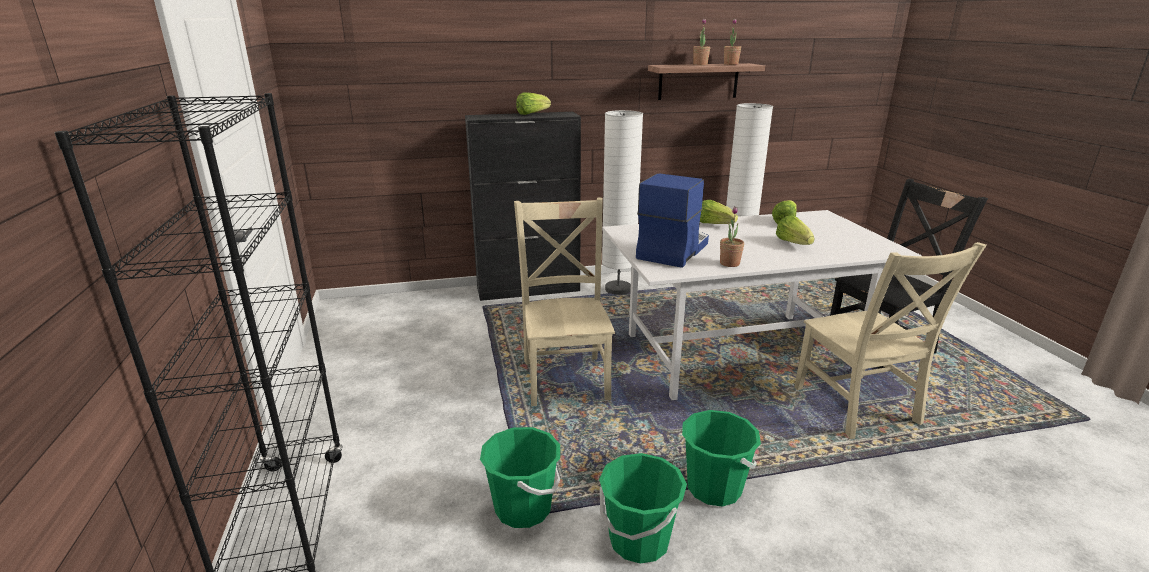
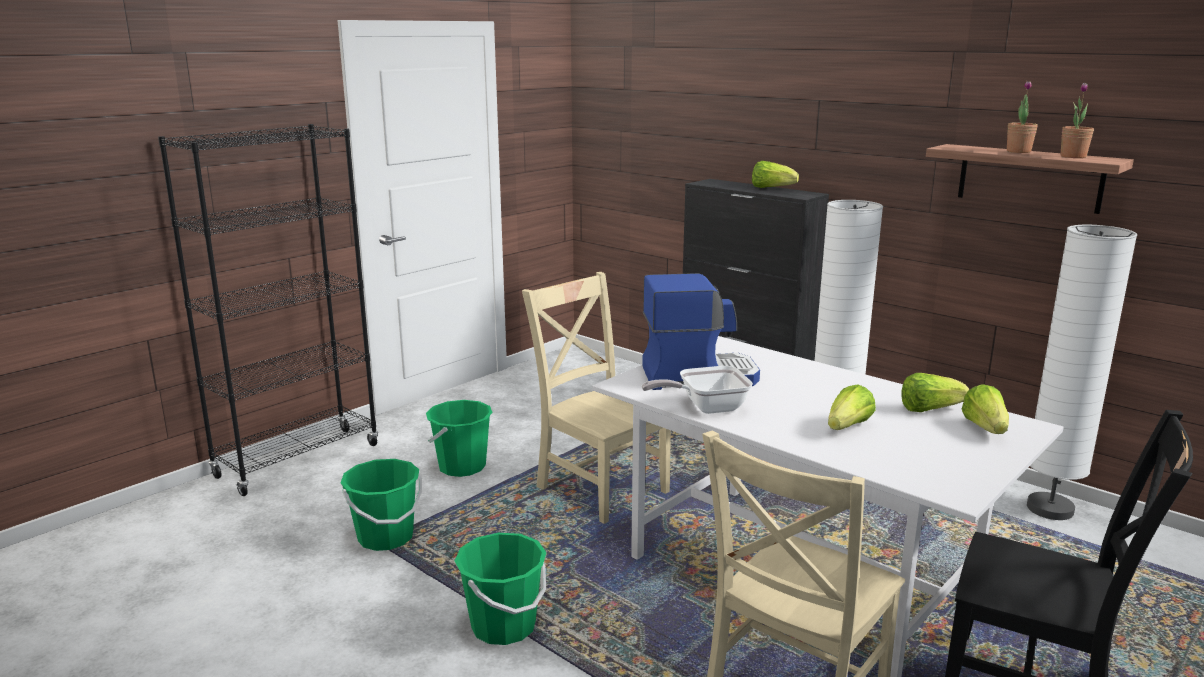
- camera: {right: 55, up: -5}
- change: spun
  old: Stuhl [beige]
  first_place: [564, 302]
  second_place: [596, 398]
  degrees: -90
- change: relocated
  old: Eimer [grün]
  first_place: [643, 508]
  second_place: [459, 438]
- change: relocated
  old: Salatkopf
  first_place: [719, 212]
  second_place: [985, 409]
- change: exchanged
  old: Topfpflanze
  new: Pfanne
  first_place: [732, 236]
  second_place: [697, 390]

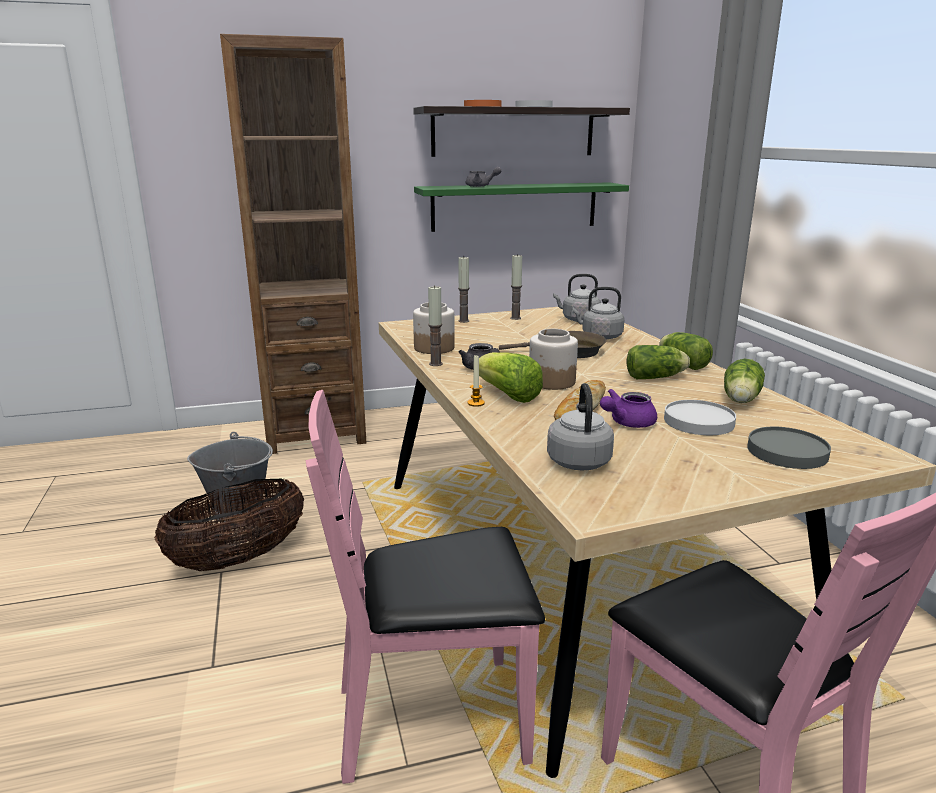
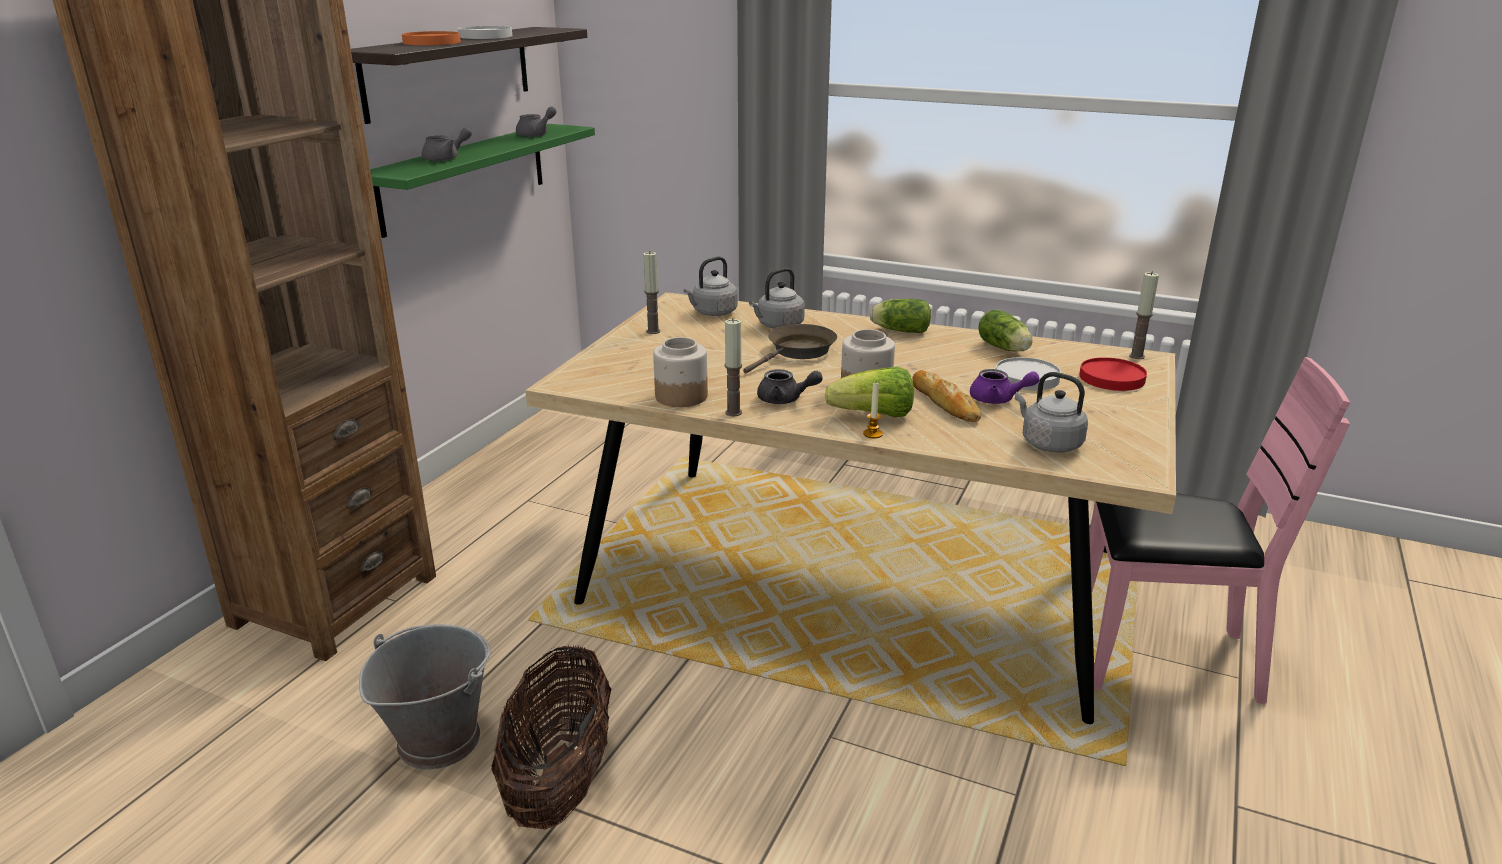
- camera: {right: -50, up: 5}
- change: missing
  old: Stuhl [rosa]
  first_place: [425, 587]
- change: relocated
  old: Kerze
  first_place: [464, 290]
  second_place: [1144, 315]
- change: spun
  old: Teekanne [lila]
  first_place: [628, 408]
  second_place: [1005, 386]
  degrees: -75
- change: missing
  old: Salatkopf
  first_place: [658, 362]
- change: colour
  old: Teller [grau]
  new: Teller [rot]
  first_place: [789, 448]
  second_place: [1113, 374]
- change: appeared
  new: Teekanne [grau]
  second_place: [536, 121]

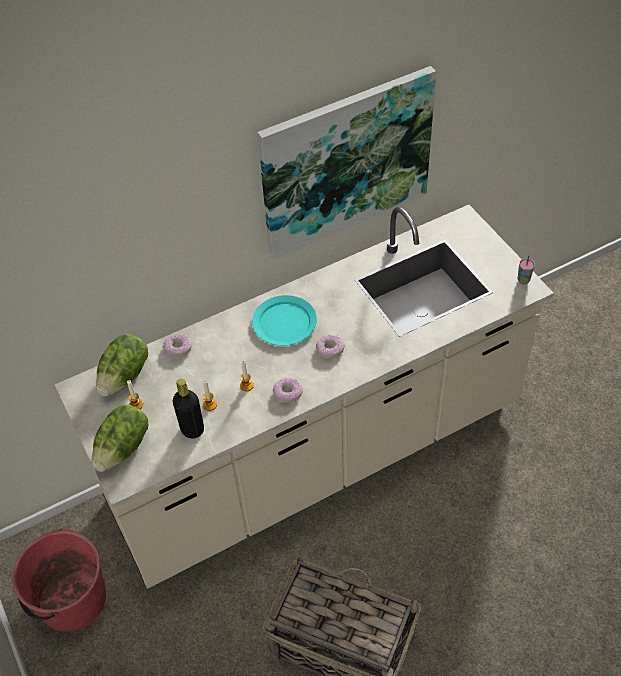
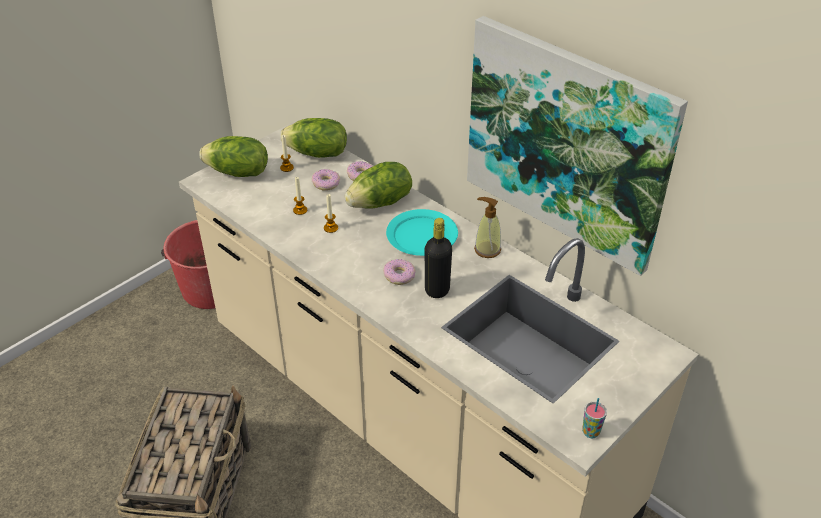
- camera: {right: 70, up: -10}
- change: relocated
  old: Flasche [schwarz]
  first_place: [188, 408]
  second_place: [438, 258]
- change: relocated
  old: Donut
  first_place: [288, 390]
  second_place: [326, 180]
- change: appeared
  new: Salatkopf
  second_place: [378, 185]
- change: appeared
  new: Seifenspender
  second_place: [487, 227]

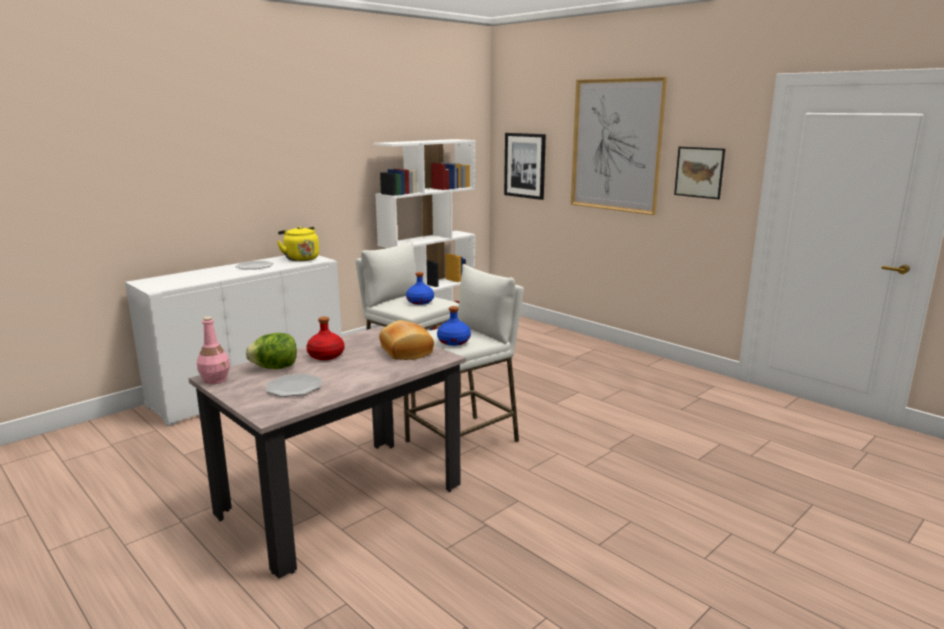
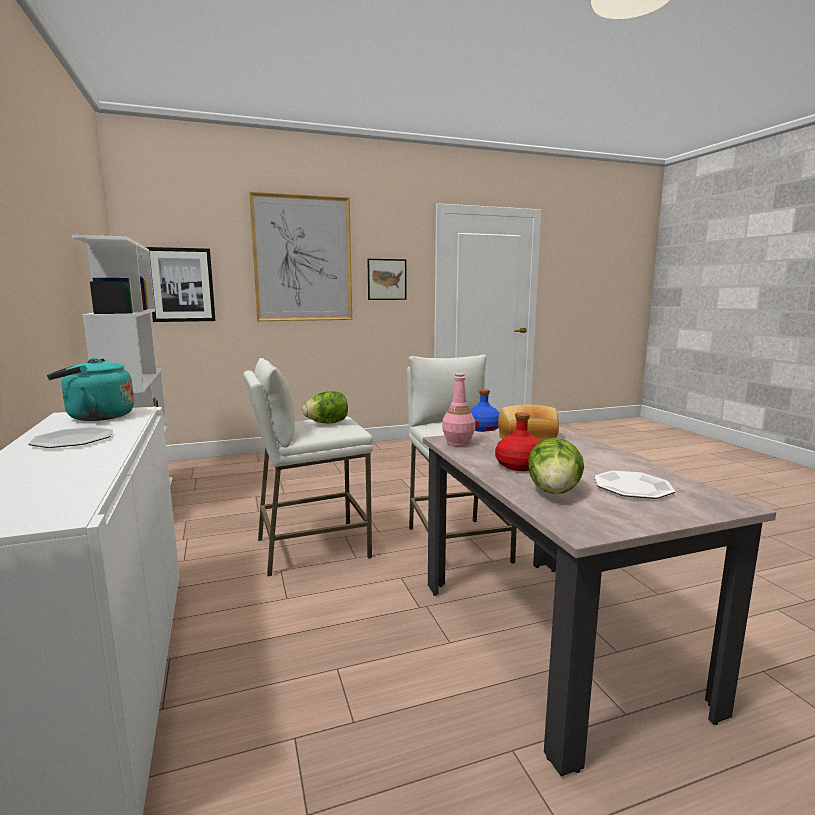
- camera: {right: -65, up: -5}
- change: relocated
  old: Flasche [rosa]
  first_place: [213, 350]
  second_place: [458, 409]
- change: colour
  old: Wasserkessel [gelb]
  new: Wasserkessel [türkis]
  first_place: [298, 243]
  second_place: [90, 389]
- change: exchanged
  old: Flasche [blau]
  new: Salatkopf
  first_place: [420, 288]
  second_place: [325, 407]

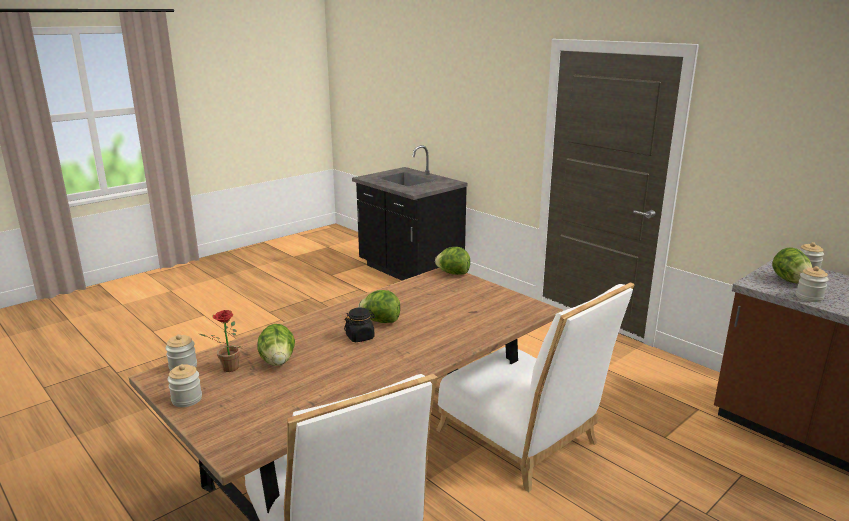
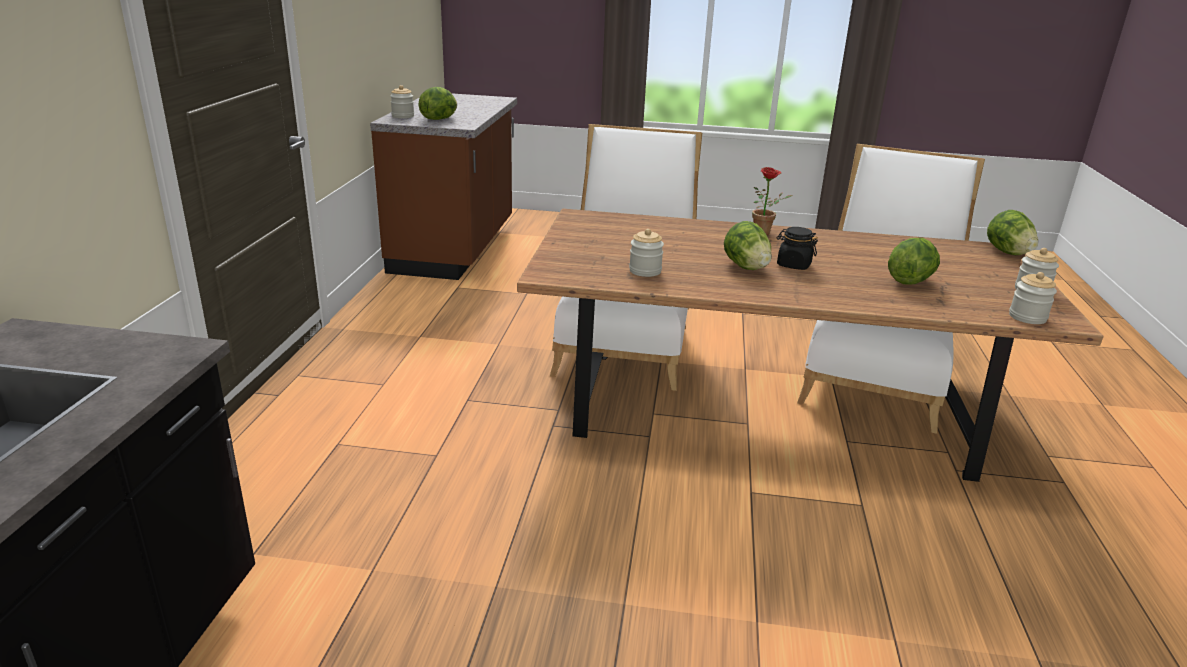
- camera: {right: -130, up: 5}
- change: relocated
  old: Topfpflanze
  first_place: [220, 341]
  second_place: [772, 201]
- change: relocated
  old: Salatkopf
  first_place: [452, 261]
  second_place: [1012, 232]
- change: relocated
  old: Vorratsglas
  first_place: [812, 284]
  second_place: [646, 253]

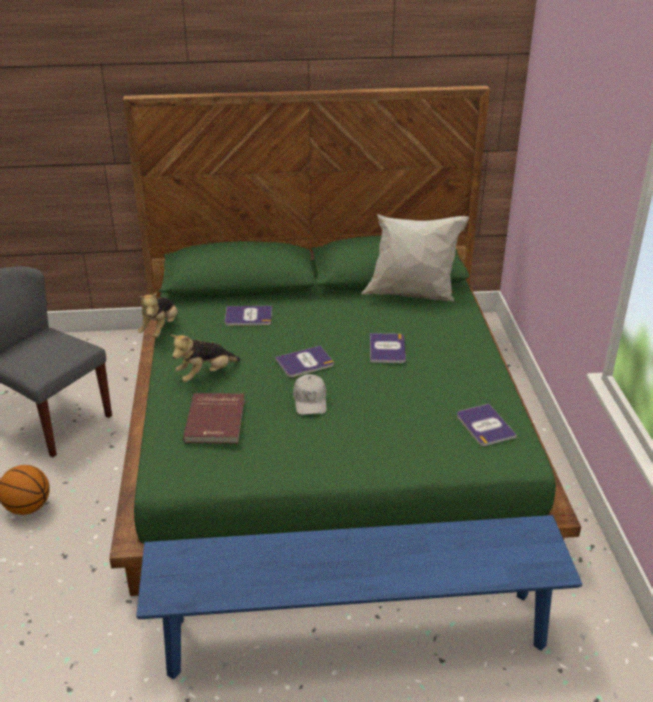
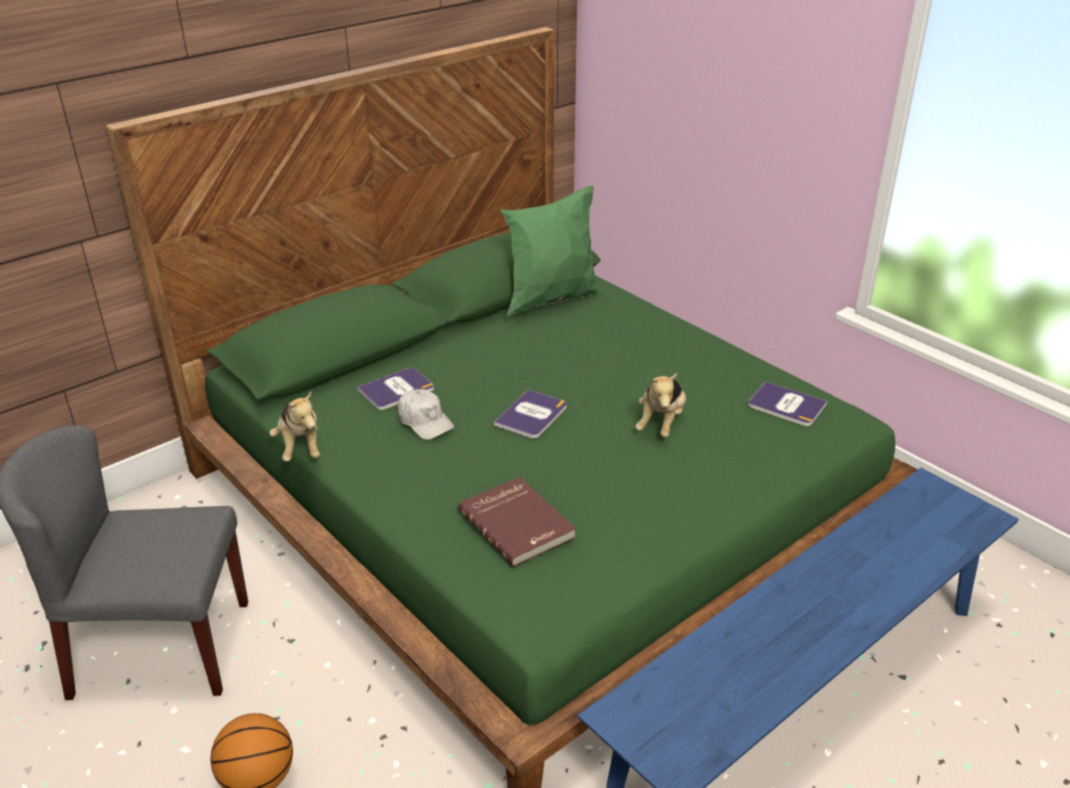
- camera: {right: -35, up: 0}
- change: relocated
  old: Plüschtier
  first_place: [205, 358]
  second_place: [660, 405]
- change: relocated
  old: Kappe [weiß]
  first_place: [310, 394]
  second_place: [425, 414]
- change: colour
  old: Kissen [weiß]
  new: Kissen [grün]
  first_place: [415, 257]
  second_place: [550, 251]
- change: missing
  old: Buch
  first_place: [388, 348]

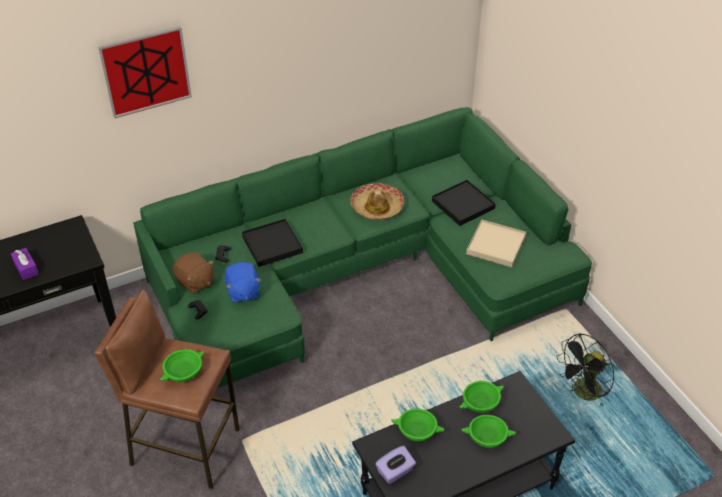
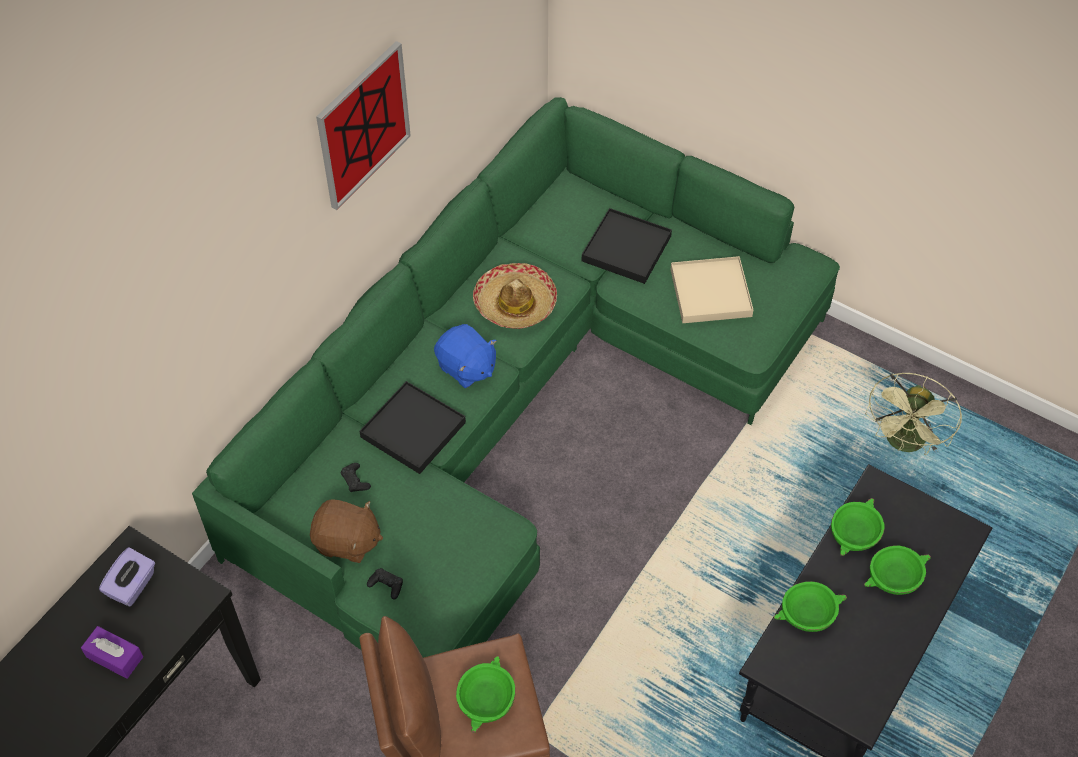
- camera: {right: -30, up: 10}
- change: relocated
  old: Bild
  first_place: [145, 72]
  second_place: [363, 125]
- change: relocated
  old: Plüschtier [blau]
  first_place: [242, 282]
  second_place: [465, 356]
- change: relocated
  old: Taschentuchbox [lila]
  first_place: [395, 465]
  second_place: [127, 576]
- change: colour
  old: Ventilator [schwarz]
  new: Ventilator [grün]
  first_place: [585, 369]
  second_place: [913, 414]

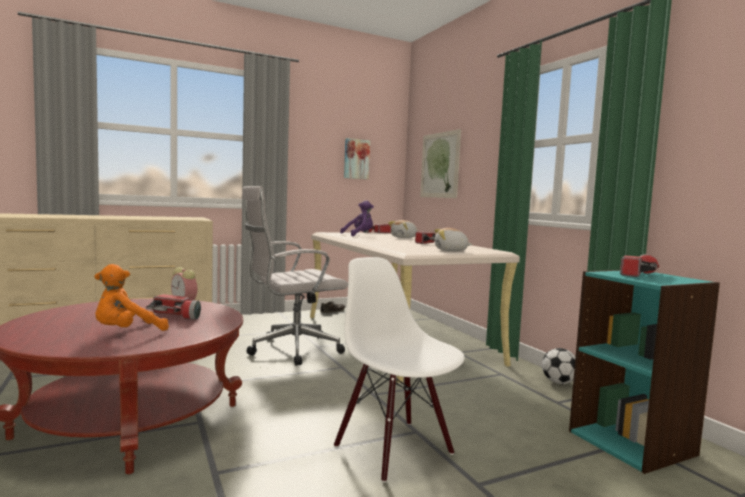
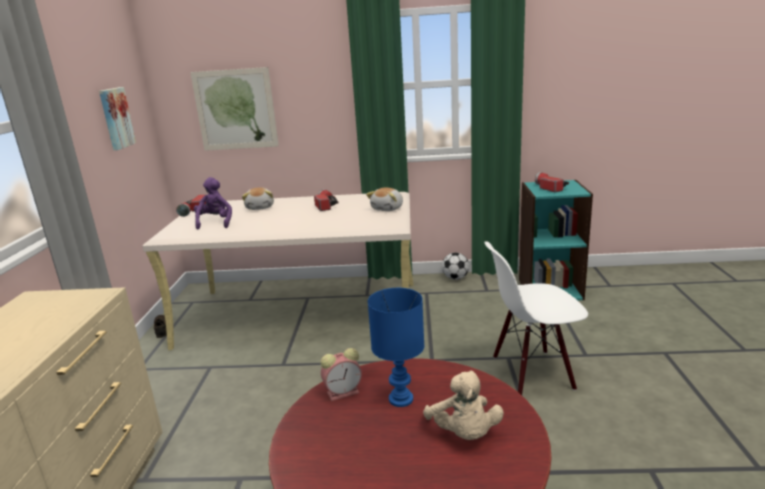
- camera: {right: -60, up: 15}
- change: colour
  old: Plüschtier [orange]
  new: Plüschtier [beige]
  first_place: [132, 297]
  second_place: [463, 405]
- change: exchanged
  old: Taschenlampe
  new: Tischlampe [blau]
  first_place: [173, 306]
  second_place: [396, 347]
- change: missing
  old: Bürostuhl [weiß]
  first_place: [295, 276]

